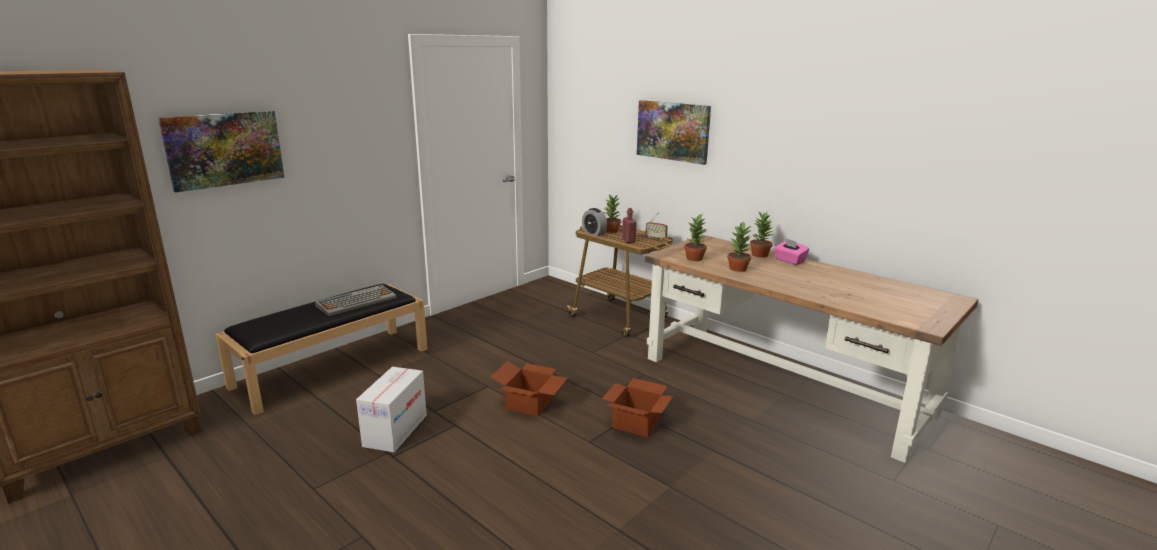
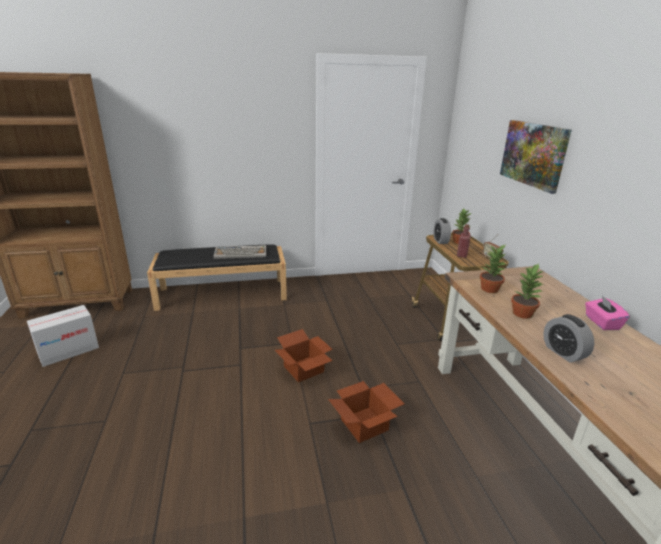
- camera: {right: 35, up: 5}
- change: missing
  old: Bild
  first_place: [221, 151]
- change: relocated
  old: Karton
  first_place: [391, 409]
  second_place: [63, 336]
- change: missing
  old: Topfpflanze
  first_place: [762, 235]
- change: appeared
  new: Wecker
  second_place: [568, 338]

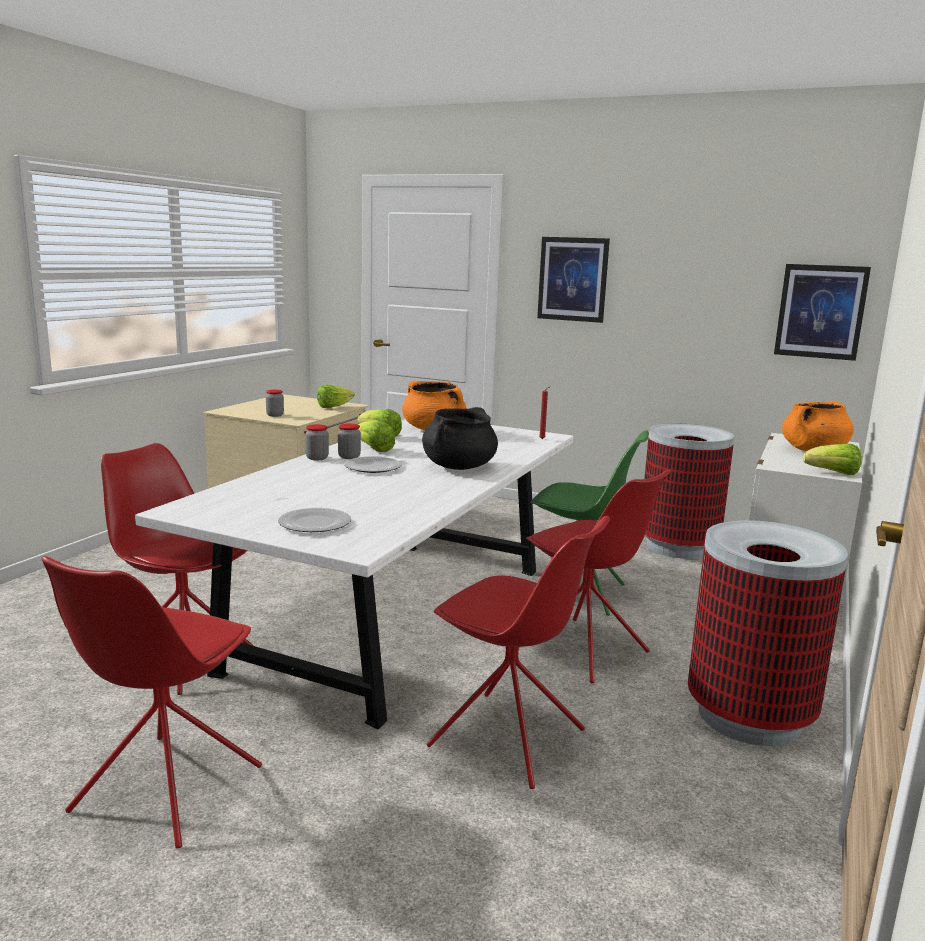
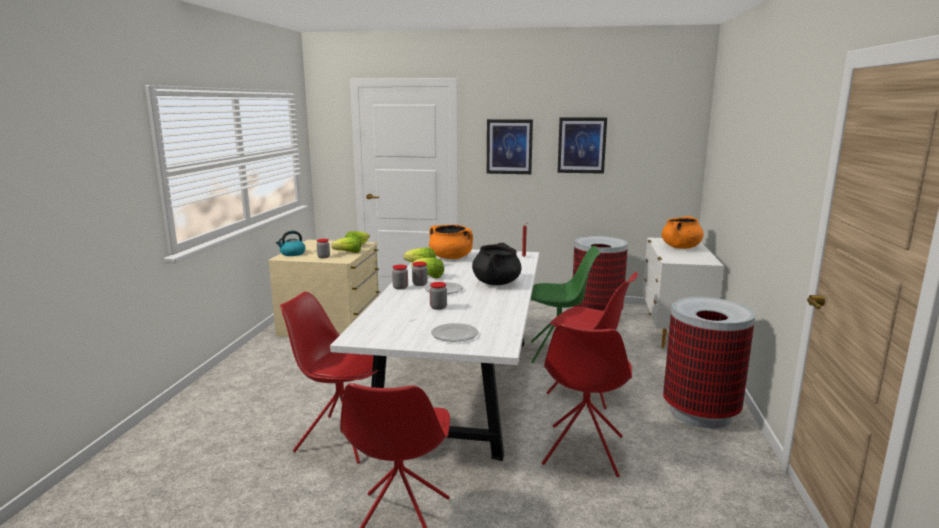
- camera: {right: -15, up: 0}
- change: spun
  old: Stuhl [rot]
  first_place: [518, 652]
  second_place: [587, 400]
  degrees: 90
- change: relocated
  old: Bild
  first_place: [822, 312]
  second_place: [582, 145]
- change: relocated
  old: Salatkopf
  first_place: [832, 459]
  second_place: [346, 244]
- change: appeared
  new: Wasserkessel
  second_place: [291, 243]
- change: appeared
  new: Vorratsglas
  second_place: [438, 296]

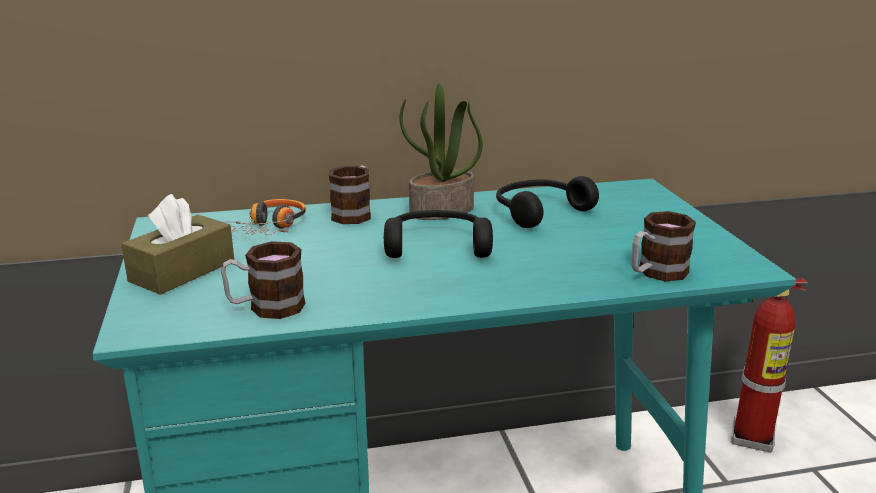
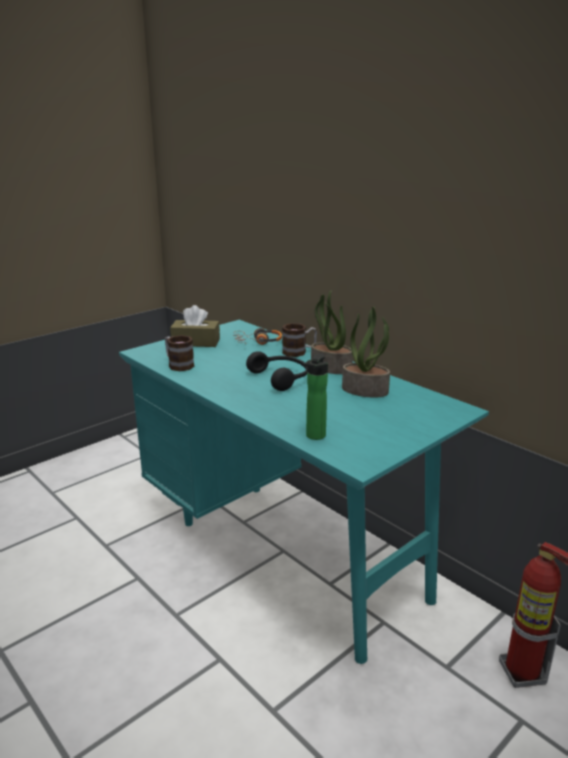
- camera: {right: 60, up: 0}
- change: exchanged
  old: Kopfhörer [schwarz]
  new: Topfpflanze
  first_place: [547, 202]
  second_place: [366, 351]
- change: exchanged
  old: Henkelbecher
  new: Flasche
  first_place: [664, 246]
  second_place: [316, 396]

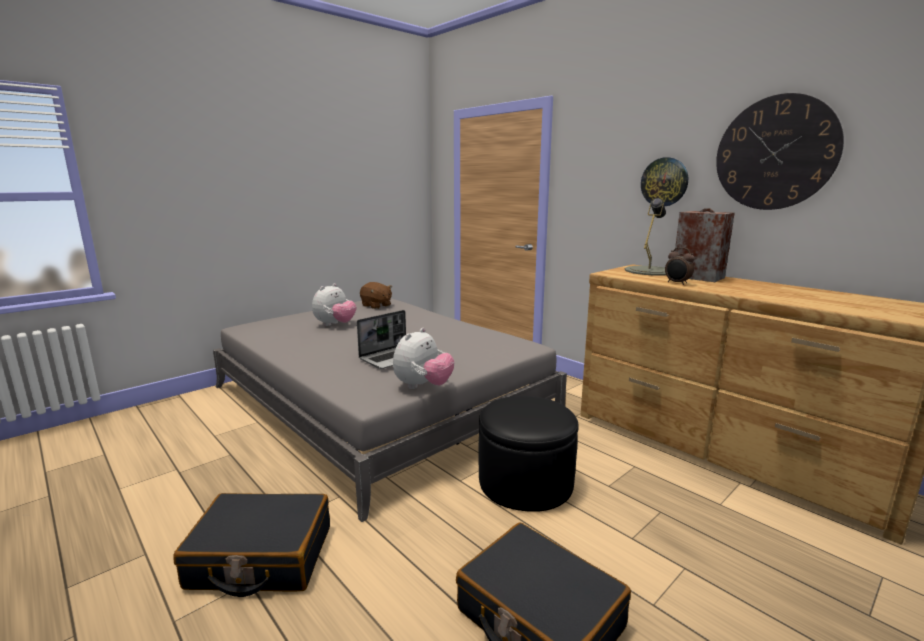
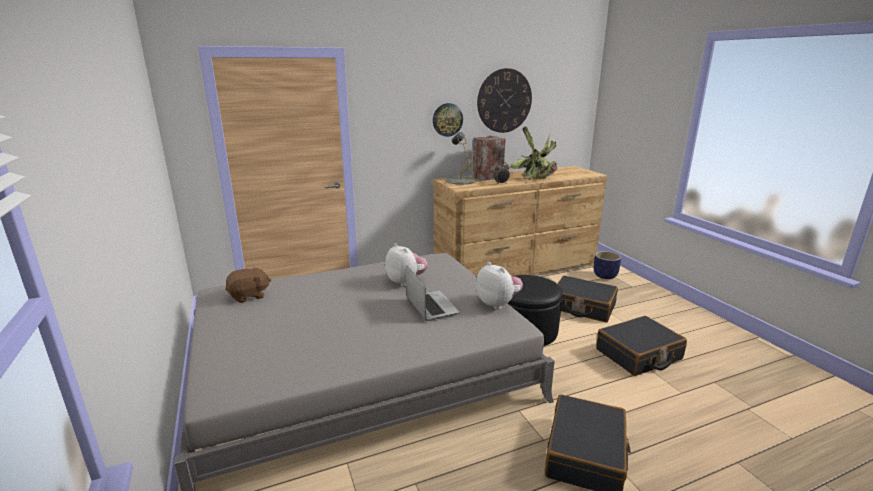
- camera: {right: -70, up: 5}
- change: relocated
  old: Plüschtier
  first_place: [334, 304]
  second_place: [406, 264]
- change: appeared
  new: Topfpflanze
  second_place: [533, 153]
- change: appeared
  new: Koffer [schwarz]
  second_place: [587, 299]
- change: appeared
  new: Pflanzkübel
  second_place: [607, 265]

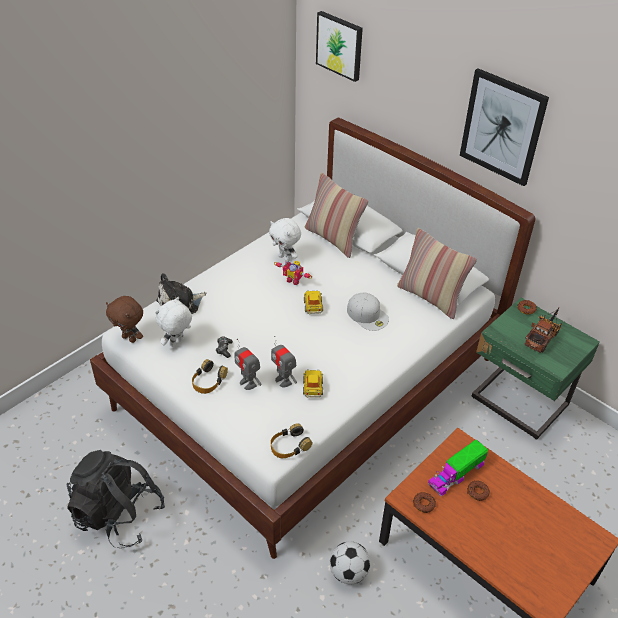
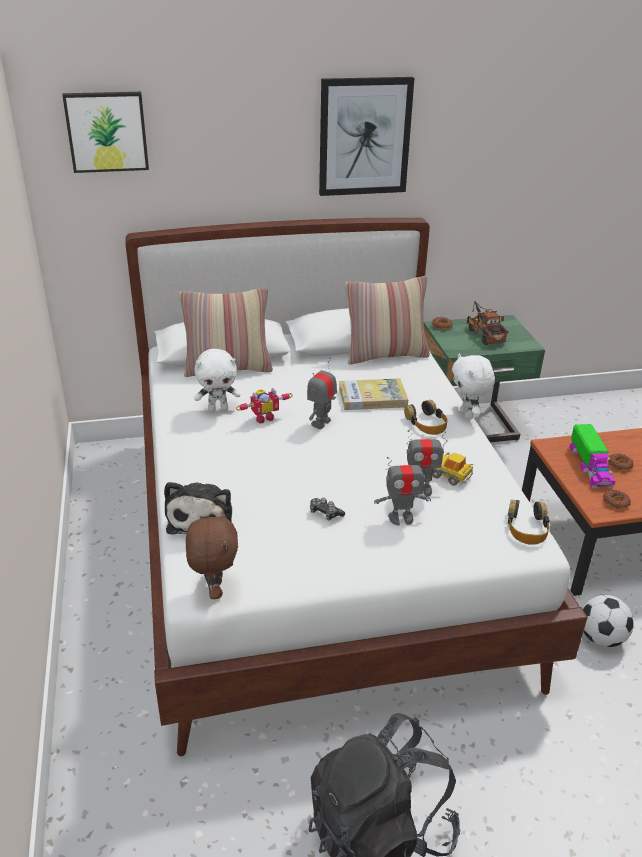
- camera: {right: -55, up: -10}
- change: spun
  old: Plüschtier [braun]
  first_place: [124, 319]
  second_place: [212, 555]
  degrees: -75
- change: relocated
  old: Plüschtier [weiß]
  first_place: [173, 322]
  second_place: [473, 387]
- change: relocated
  old: Kopfhörer
  first_place: [210, 376]
  second_place: [426, 417]
- change: exchanged
  old: Spielzeugauto
  new: Spielzeugroboter
  first_place: [313, 302]
  second_place: [322, 393]
- change: exchanged
  old: Kappe [weiß]
  new: Buch
  first_place: [368, 312]
  second_place: [373, 394]

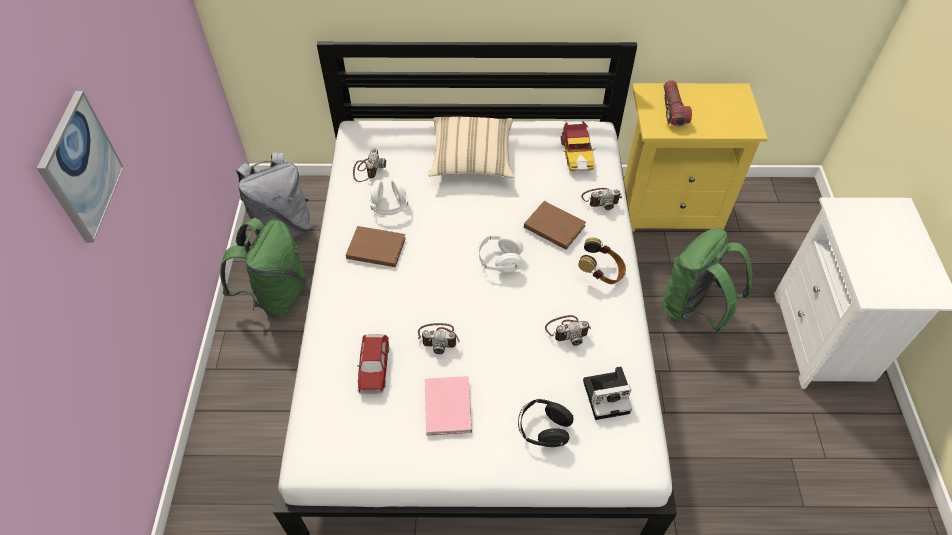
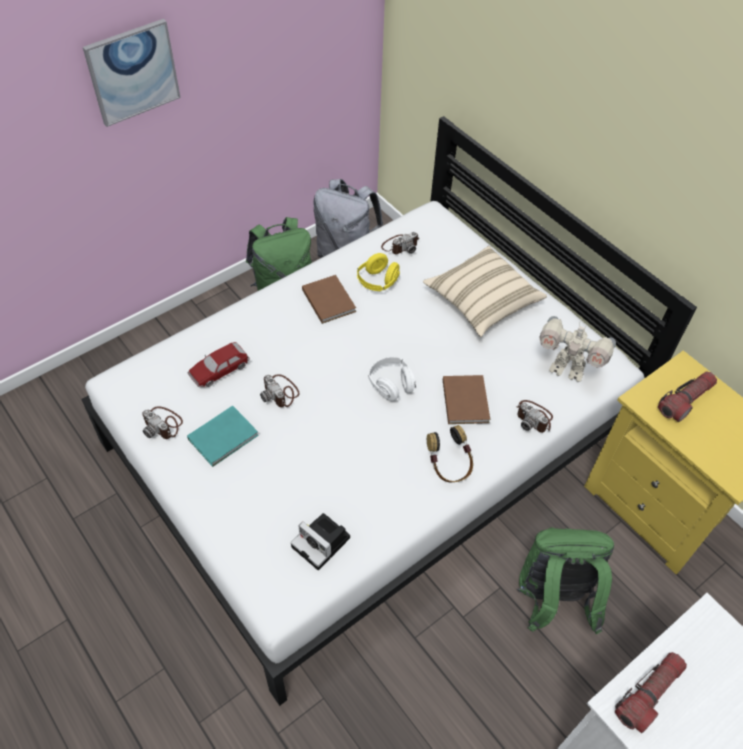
- camera: {right: 50, up: 0}
- change: colour
  old: Kopfhörer [weiß]
  new: Kopfhörer [gelb]
  first_place: [389, 197]
  second_place: [378, 272]
- change: colour
  old: Buch [rosa]
  new: Buch [türkis]
  first_place: [448, 405]
  second_place: [223, 436]
- change: missing
  old: Kopfhörer [schwarz]
  first_place: [545, 423]
- change: relocated
  old: Kamera
  first_place: [568, 330]
  second_place: [163, 422]
- change: exchanged
  old: Spielzeugauto
  new: Spielzeugroboter
  first_place: [578, 146]
  second_place: [578, 349]
- change: appeared
  new: Taschenlampe
  second_place: [651, 692]

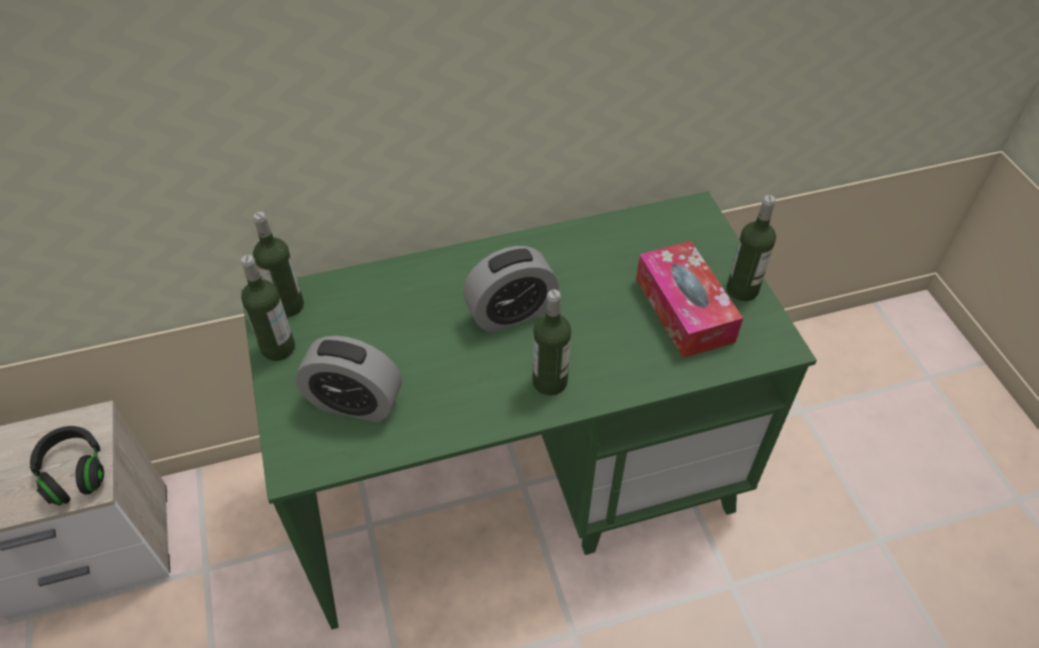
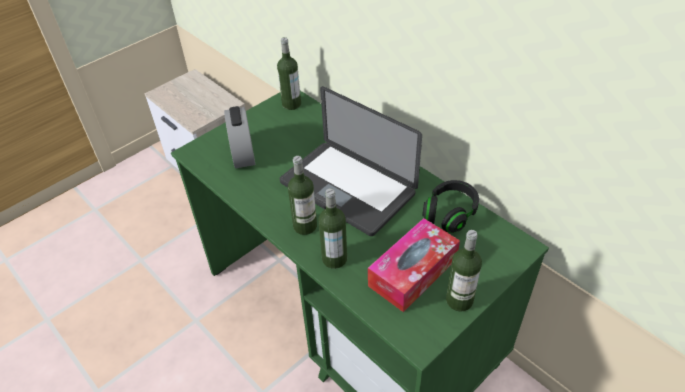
- camera: {right: 65, up: -5}
- change: relocated
  old: Kopfhörer [schwarz]
  first_place: [67, 466]
  second_place: [450, 206]
- change: relocated
  old: Flasche
  first_place: [268, 308]
  second_place: [332, 228]
- change: exchanged
  old: Wecker
  new: Laptop
  first_place: [511, 289]
  second_place: [351, 161]

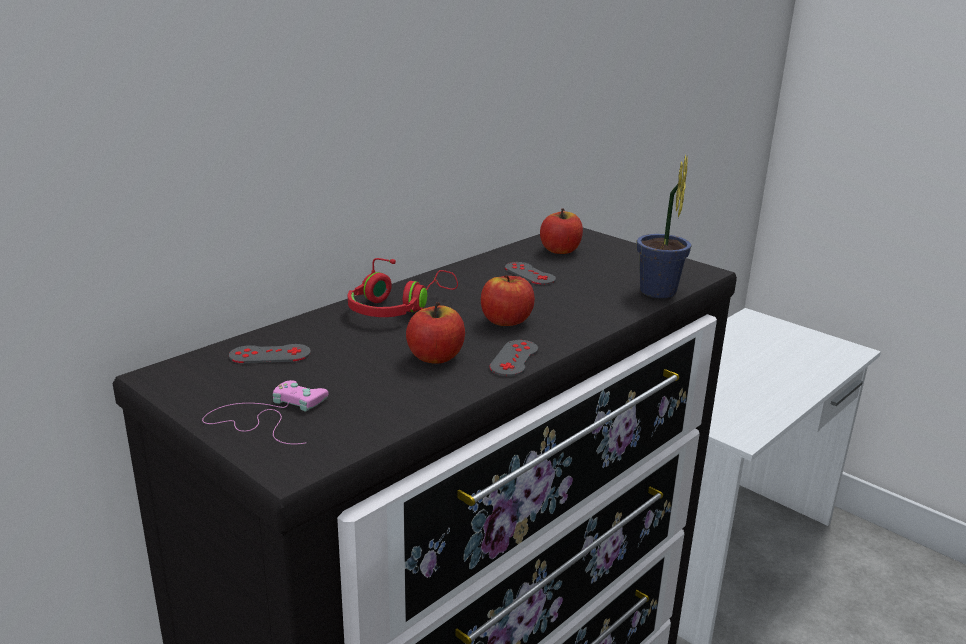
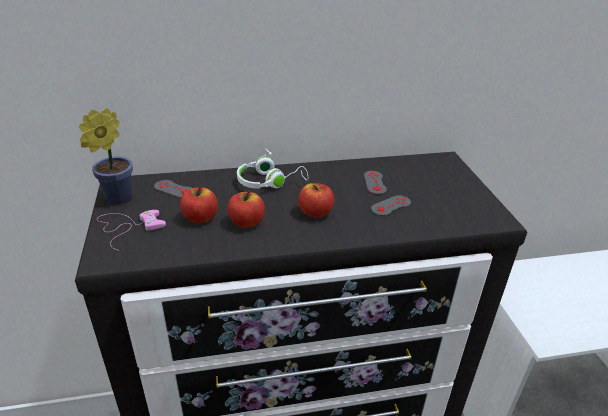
- camera: {right: 35, up: 10}
- change: colour
  old: Kopfhörer [rot]
  new: Kopfhörer [weiß]
  first_place: [403, 287]
  second_place: [272, 168]
- change: relocated
  old: Gamepad [grau]
  first_place: [514, 358]
  second_place: [391, 205]
- change: relocated
  old: Apfel
  first_place: [561, 231]
  second_place: [199, 204]
- change: relocated
  old: Topfpflanze
  first_place: [664, 226]
  second_place: [106, 156]

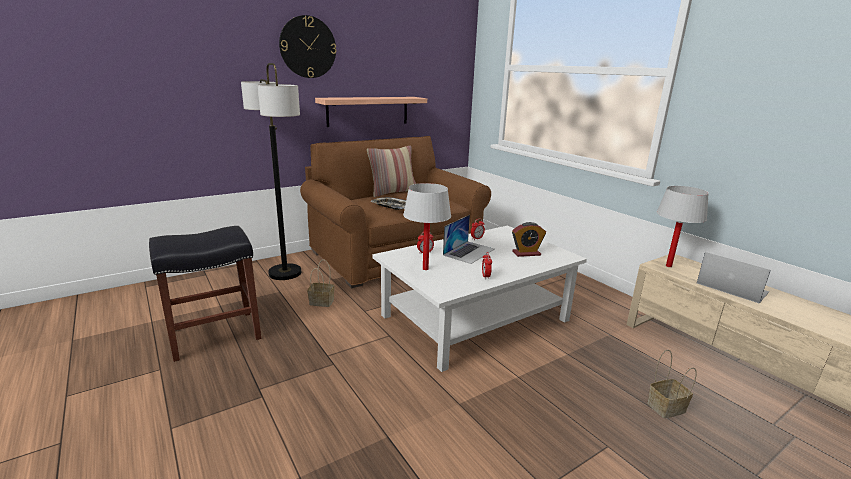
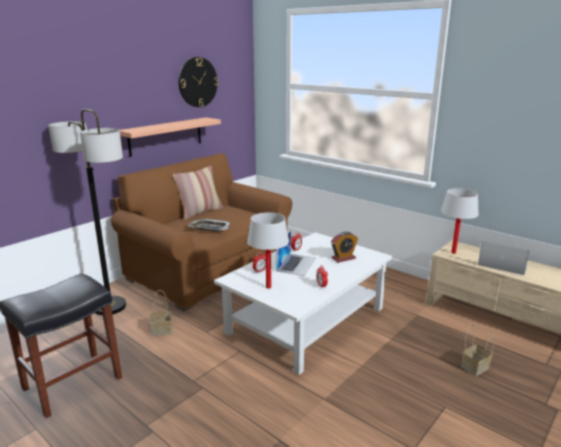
- camera: {right: -15, up: 0}
- change: relocated
  old: Wanduhr
  first_place: [307, 46]
  second_place: [198, 82]

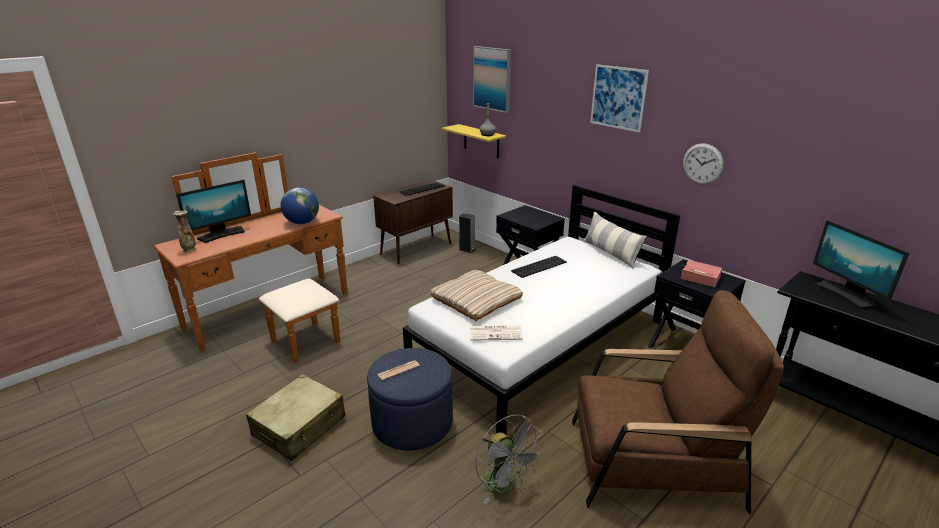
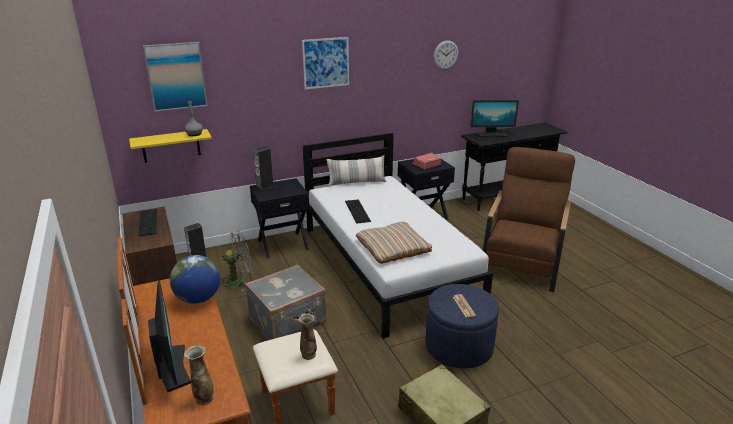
- camera: {right: -70, up: 0}
- change: missing
  old: Zeitung
  first_place: [496, 333]
- change: relocated
  old: Ventilator [grau]
  first_place: [510, 459]
  second_place: [236, 261]
- change: relocated
  old: Wanduhr
  first_place: [703, 164]
  second_place: [445, 55]
- change: appeared
  new: Koffer [grau]
  second_place: [285, 302]
- change: appeared
  new: Lautsprecher
  second_place: [263, 168]
- change: appeared
  new: Vase
  second_place: [308, 336]

